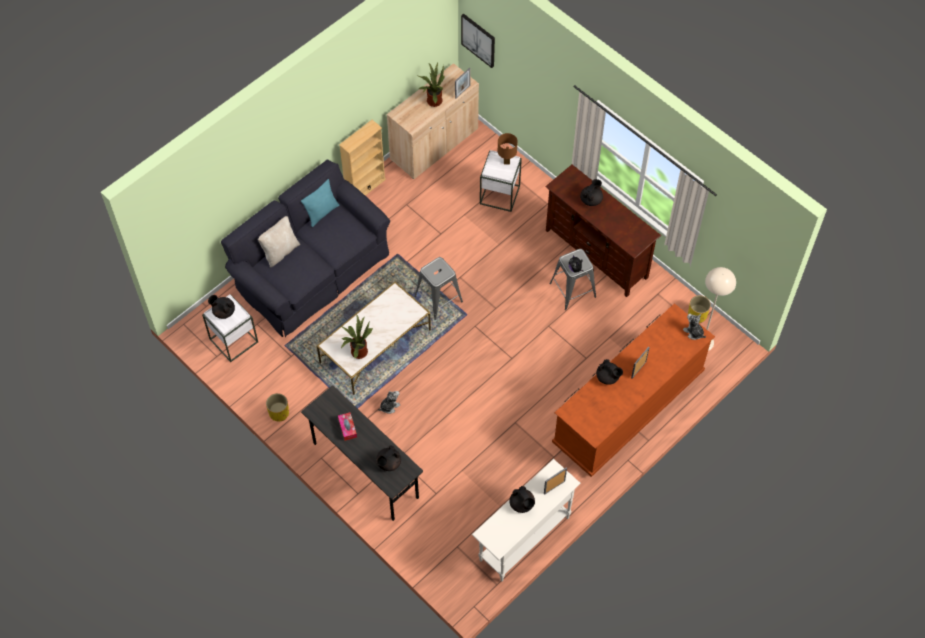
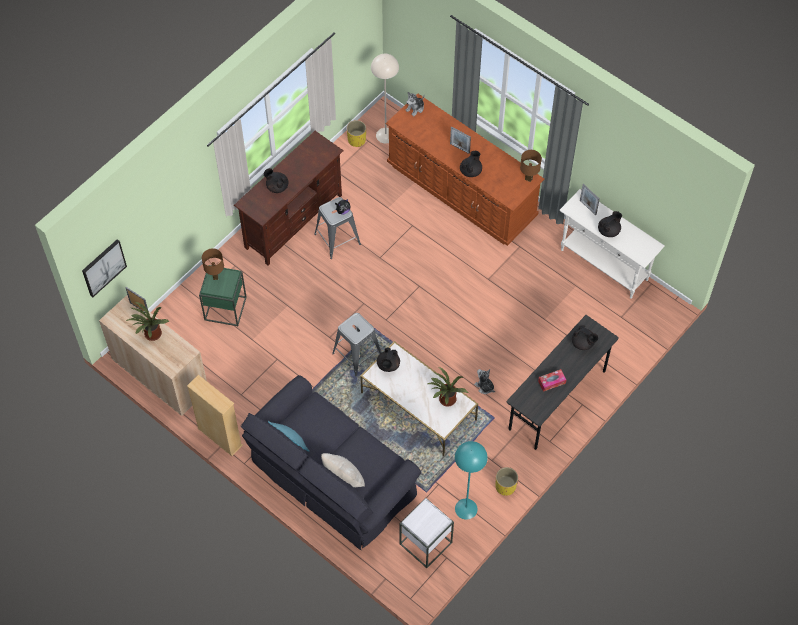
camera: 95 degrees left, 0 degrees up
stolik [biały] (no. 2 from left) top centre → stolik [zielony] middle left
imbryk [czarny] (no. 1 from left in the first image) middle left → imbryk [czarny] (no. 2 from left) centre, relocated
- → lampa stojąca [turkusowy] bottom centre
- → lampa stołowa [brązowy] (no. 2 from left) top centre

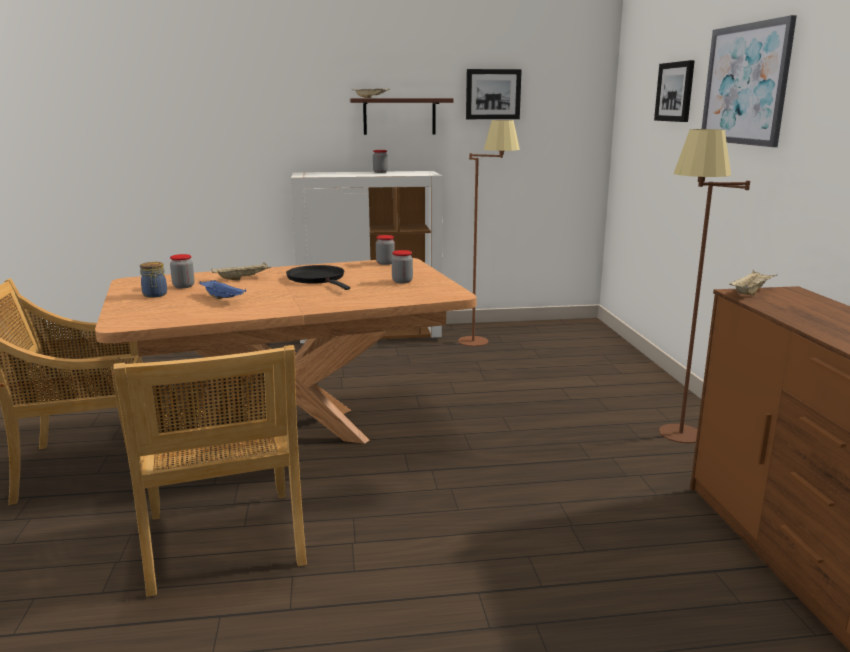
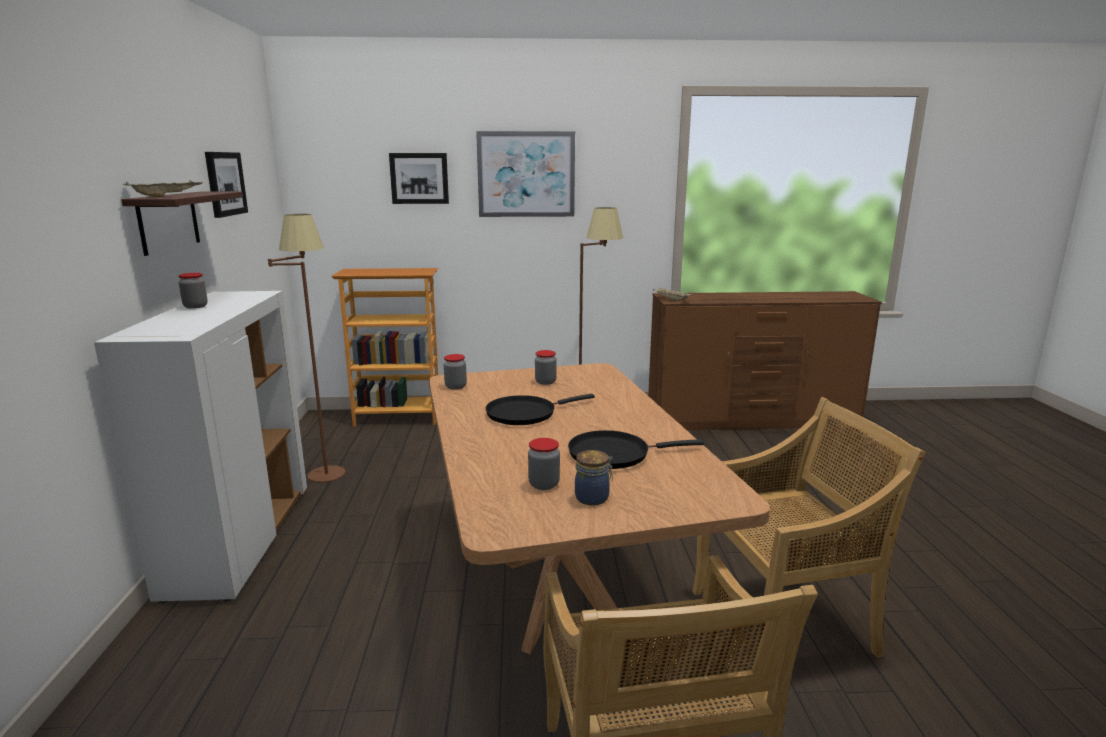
camera: 85 degrees left, 0 degrees up
- → regał centre
taca [niebieski] middle left → patelnia [czarny] (no. 2 from left) centre
taca [beżowy] (no. 1 from left) middle left → -

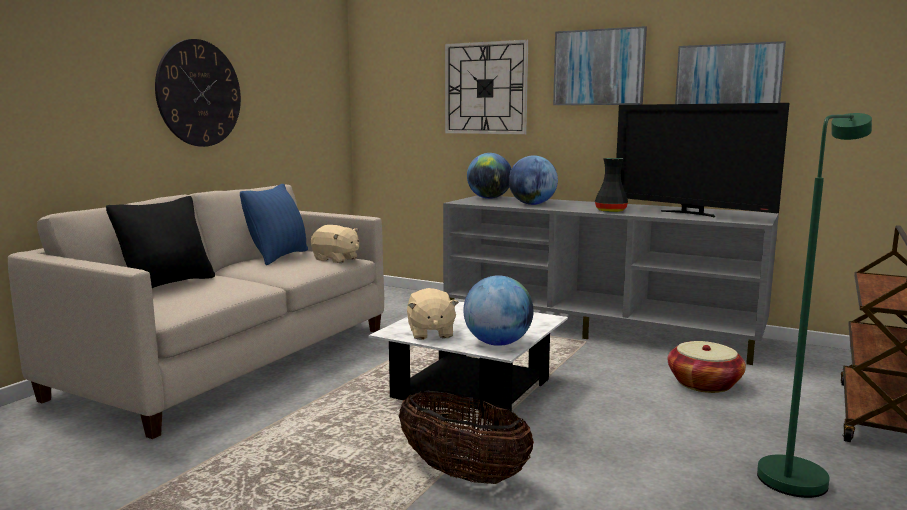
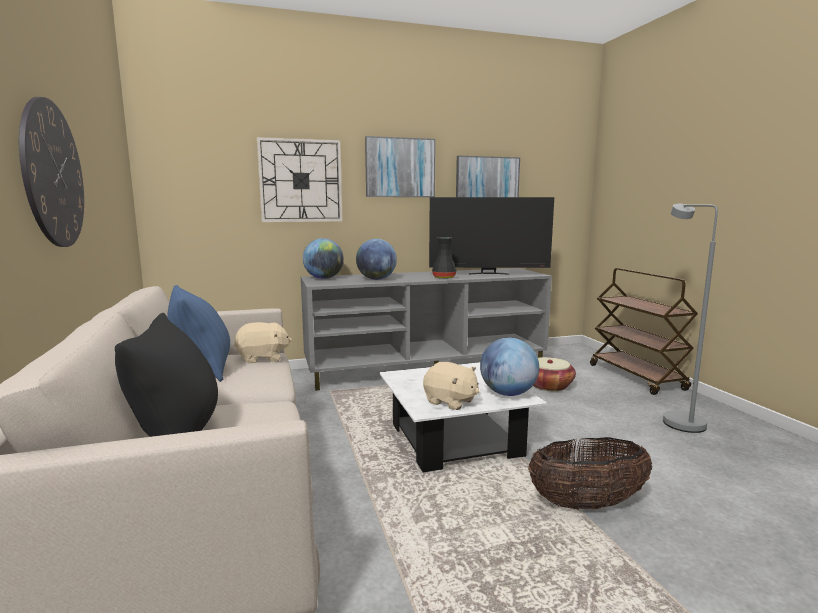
camera: 45 degrees left, 0 degrees up
lampa stojąca [zielony] middle right → lampa stojąca [szary] middle right

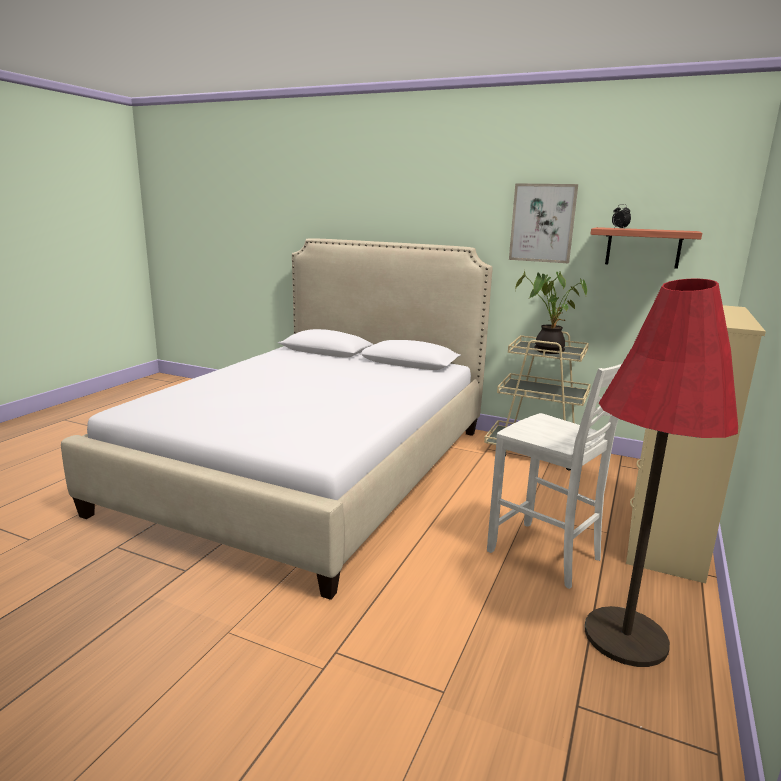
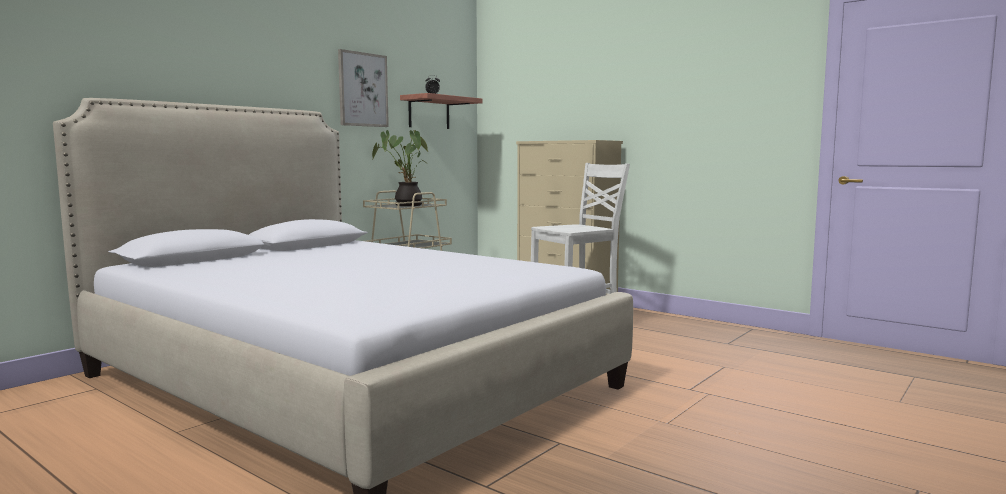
camera: 75 degrees left, 10 degrees down
lampa stojąca [czerwony] middle right → -

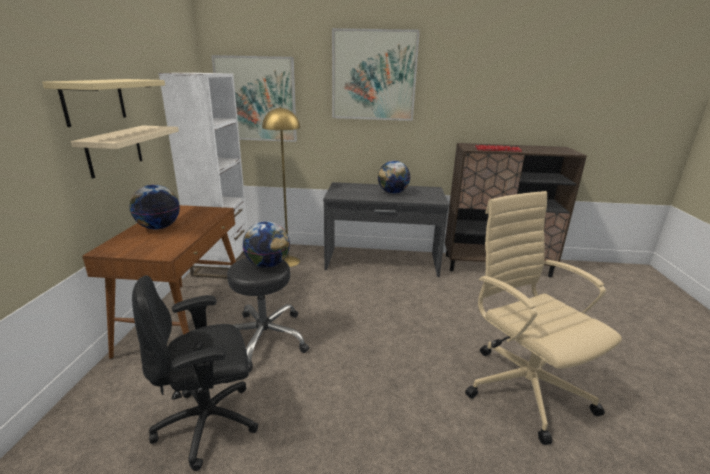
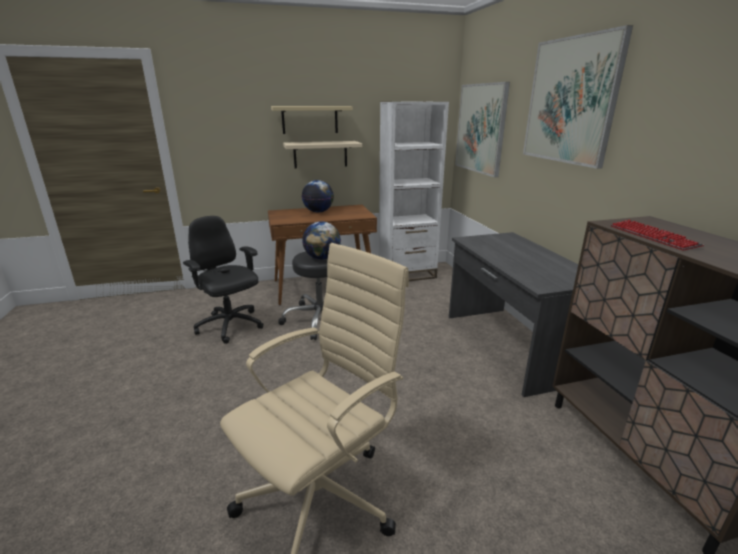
camera: 70 degrees right, 0 degrees up
lampa stojąca [żółty] centre → -
globus (no. 3 from left) centre → -

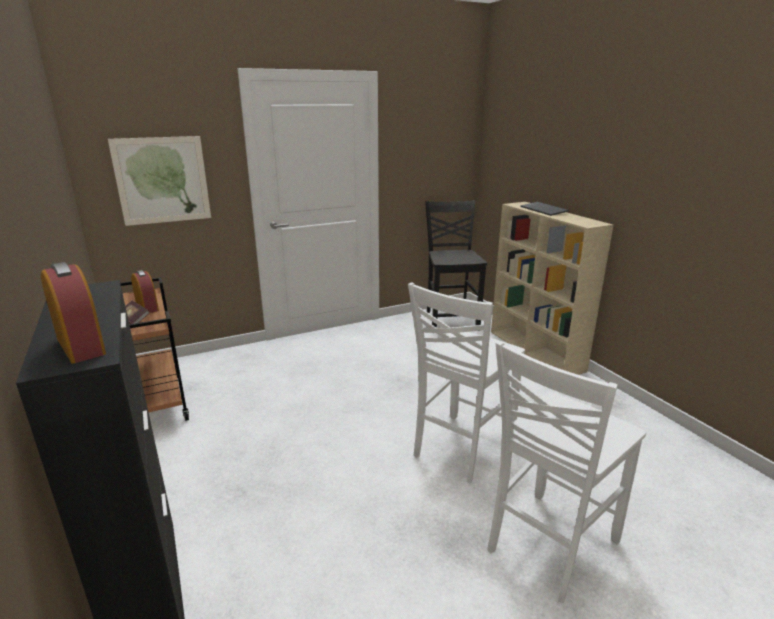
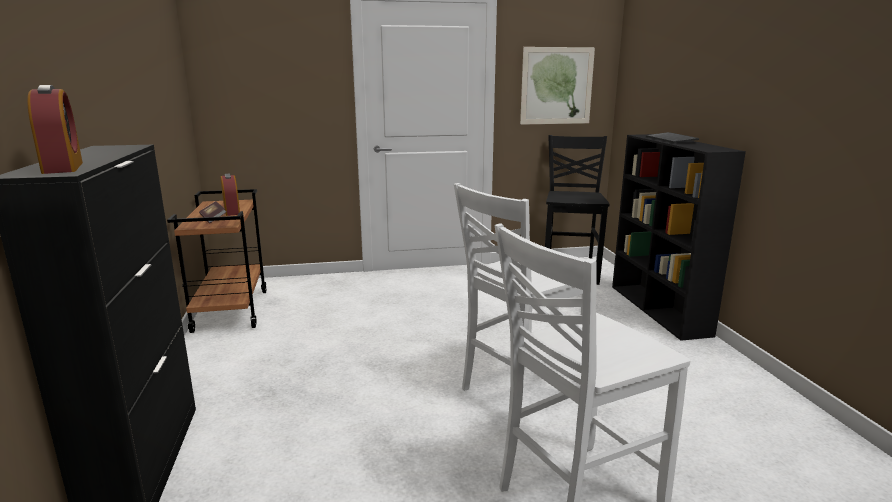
camera: 15 degrees right, 5 degrees down
obraz top left → obraz top centre, relocated
regał [beżowy] middle right → regał [czarny] middle right

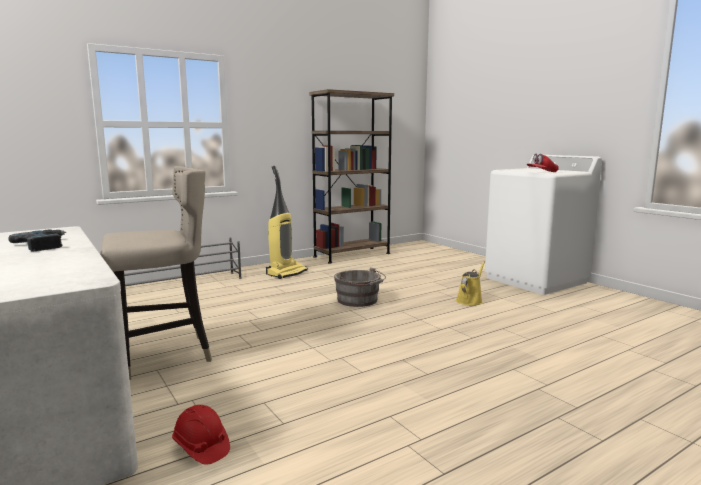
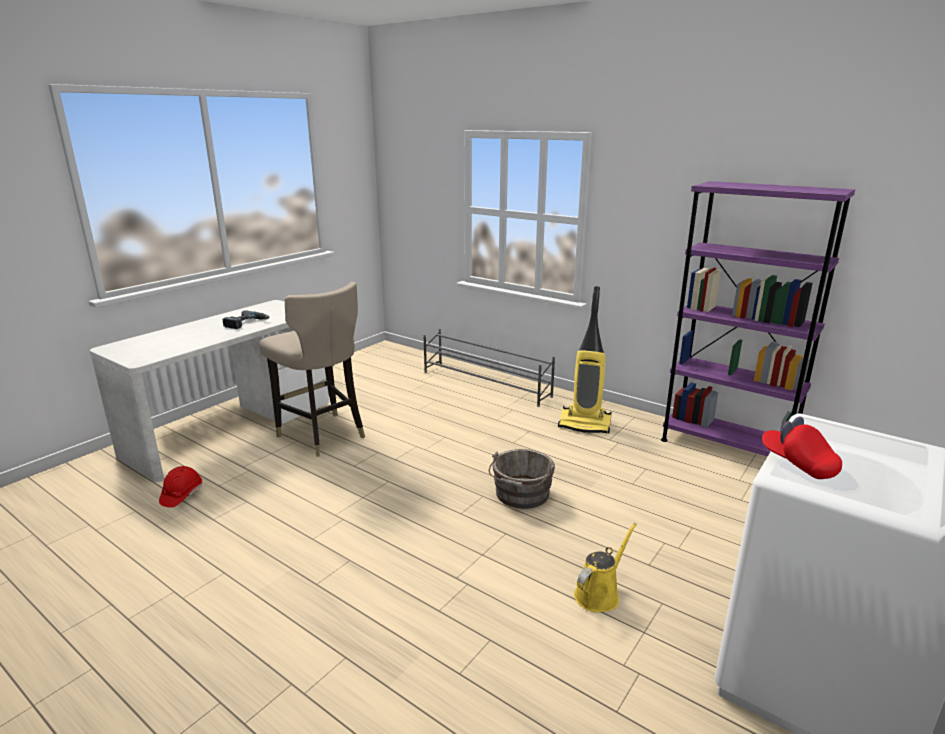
camera: 70 degrees right, 10 degrees up
konewka [żółty] middle right → konewka [żółty] bottom centre, 60 degrees counterclockwise
regał [brązowy] centre → regał [fioletowy] middle right

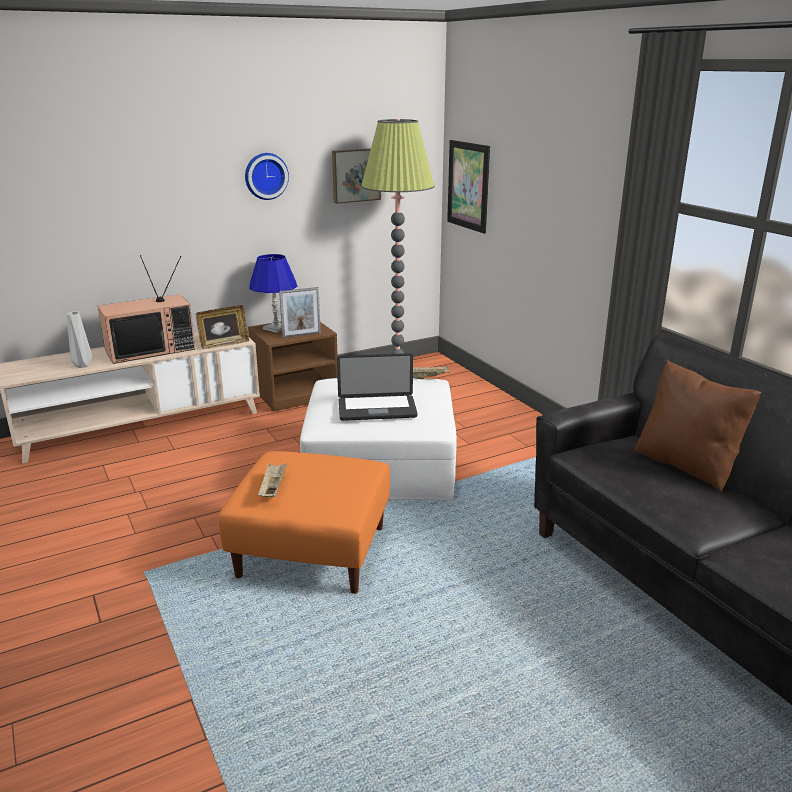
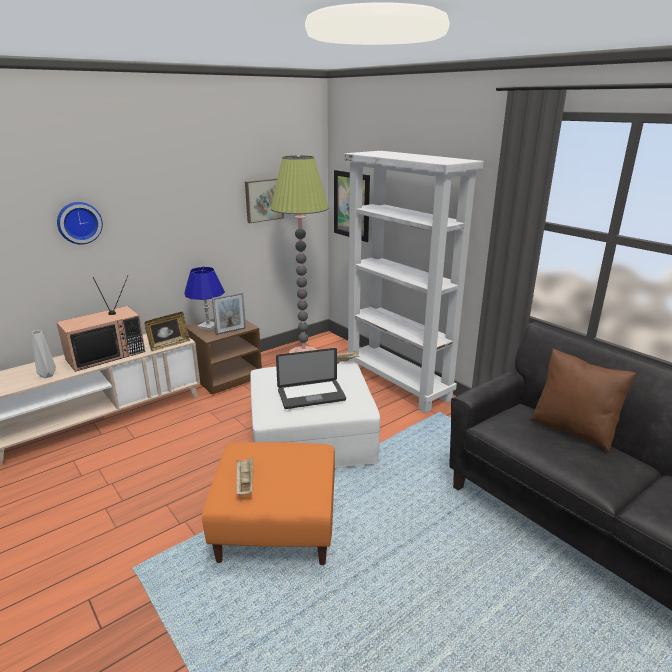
camera: 10 degrees left, 0 degrees up
zegar ścienny top centre → zegar ścienny top left, relocated
- → regał [biały] centre

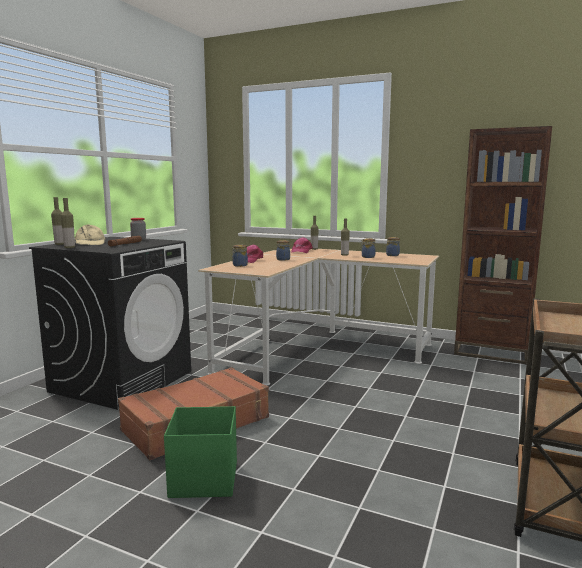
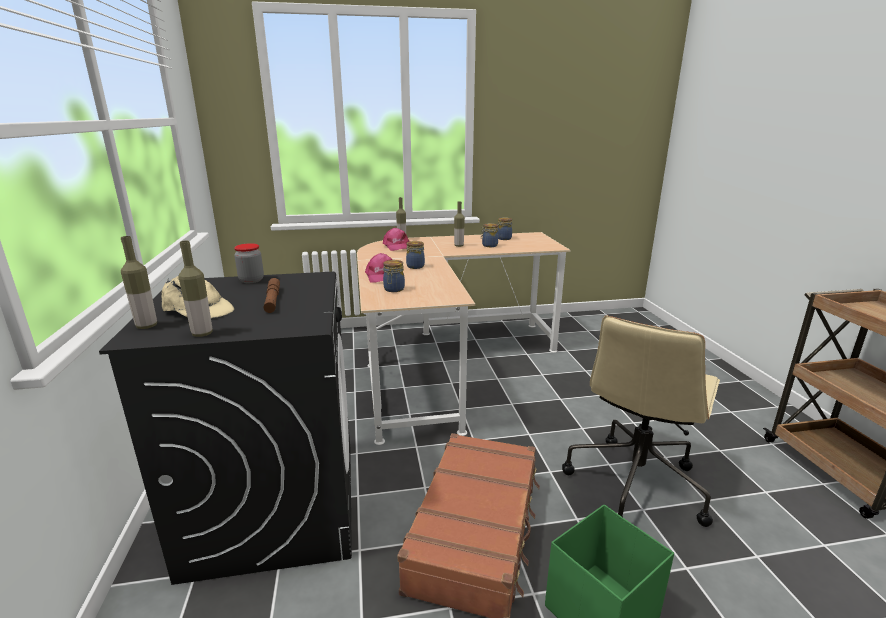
camera: 35 degrees left, 10 degrees up
- → krzesło biurowe [beżowy] bottom right
regał [brązowy] middle right → -

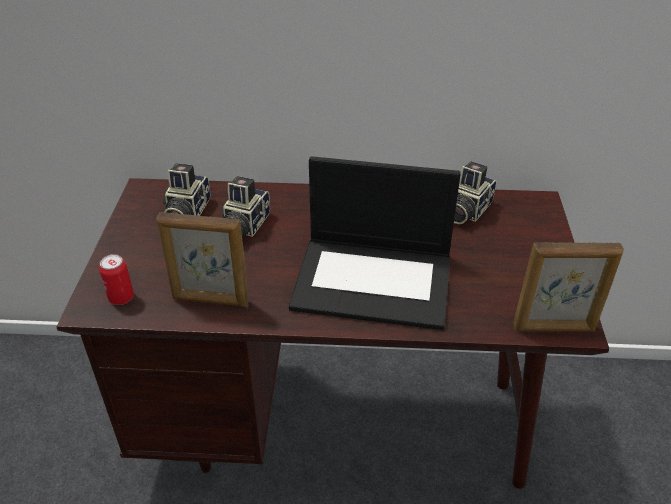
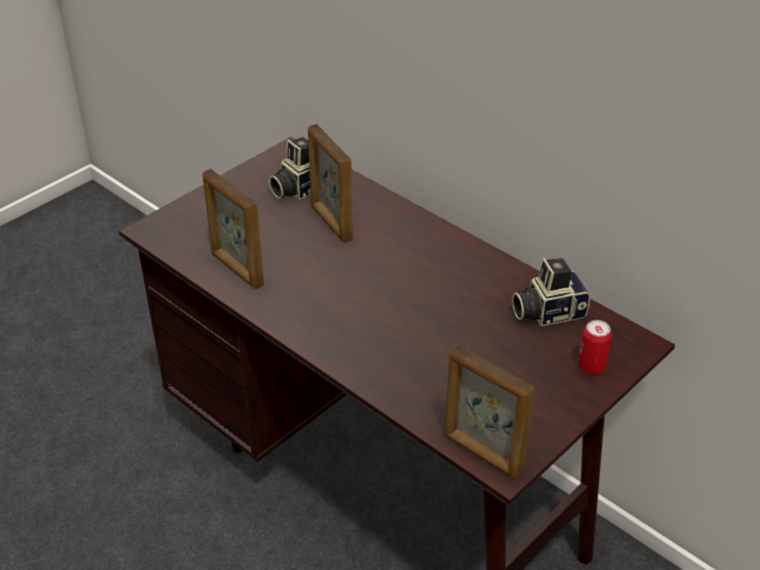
camera: 40 degrees right, 0 degrees up
aparat fotograficzny (no. 2 from left) centre → ramka na zdjęcie (no. 2 from left) top centre
puszka middle left → puszka middle right, relocated
laptop centre → -

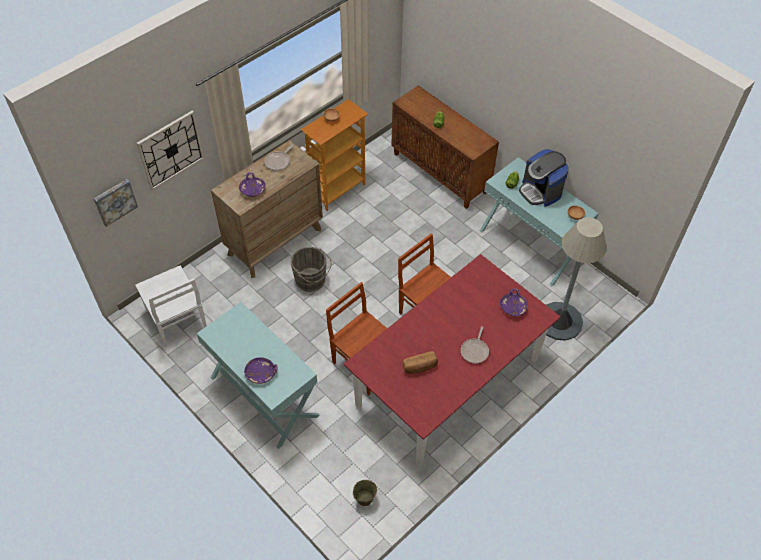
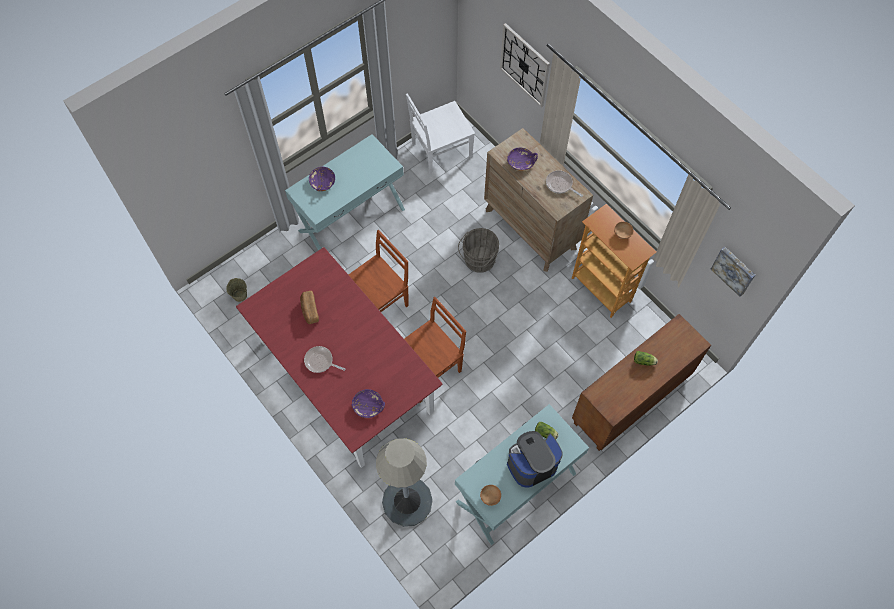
camera: 95 degrees right, 10 degrees up
obraz middle left → obraz middle right, relocated

